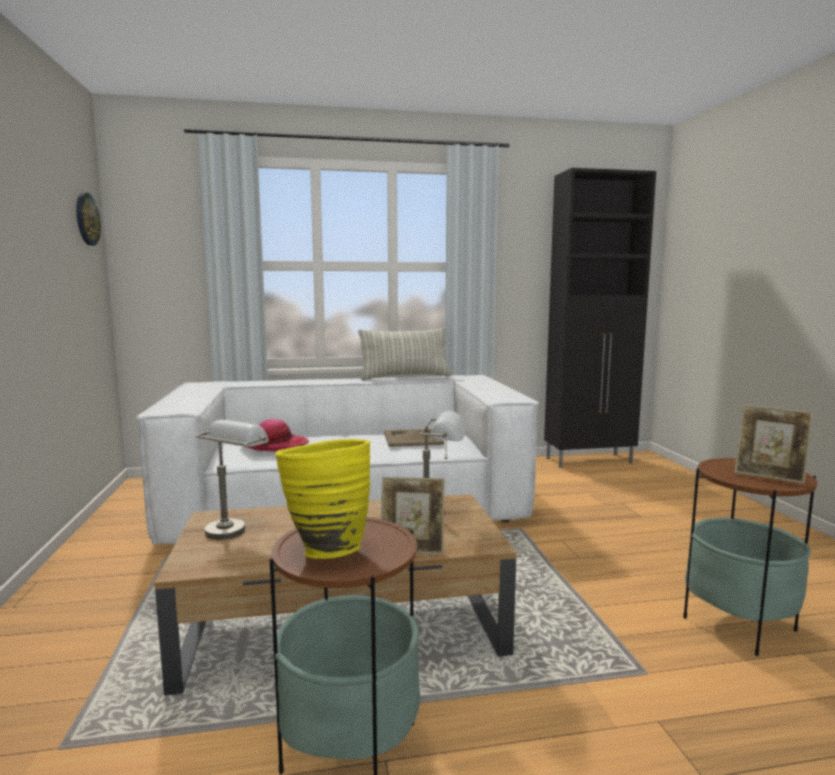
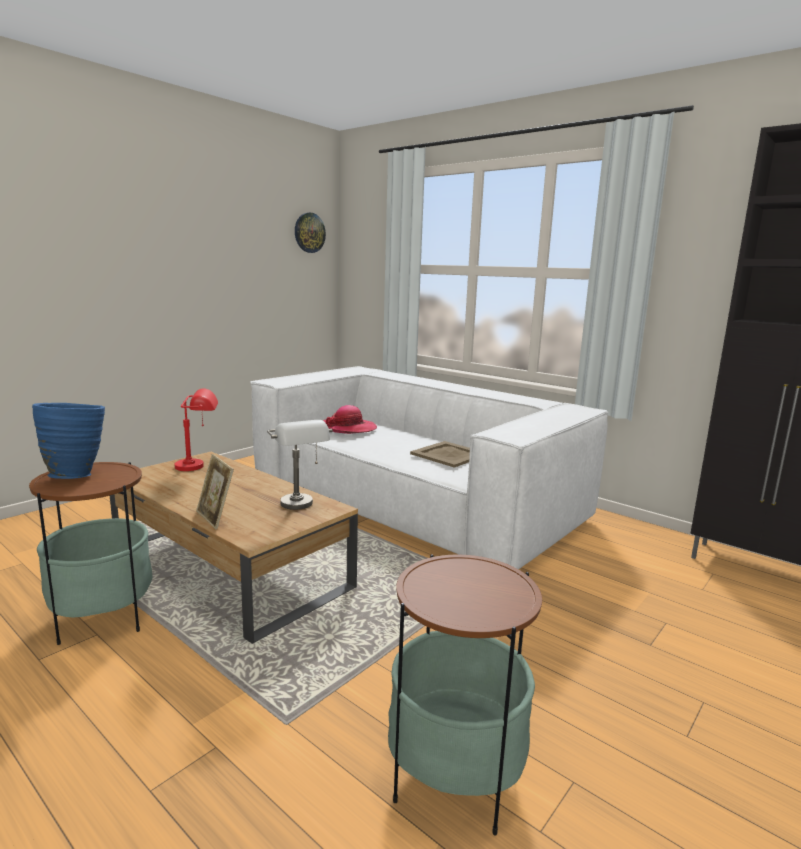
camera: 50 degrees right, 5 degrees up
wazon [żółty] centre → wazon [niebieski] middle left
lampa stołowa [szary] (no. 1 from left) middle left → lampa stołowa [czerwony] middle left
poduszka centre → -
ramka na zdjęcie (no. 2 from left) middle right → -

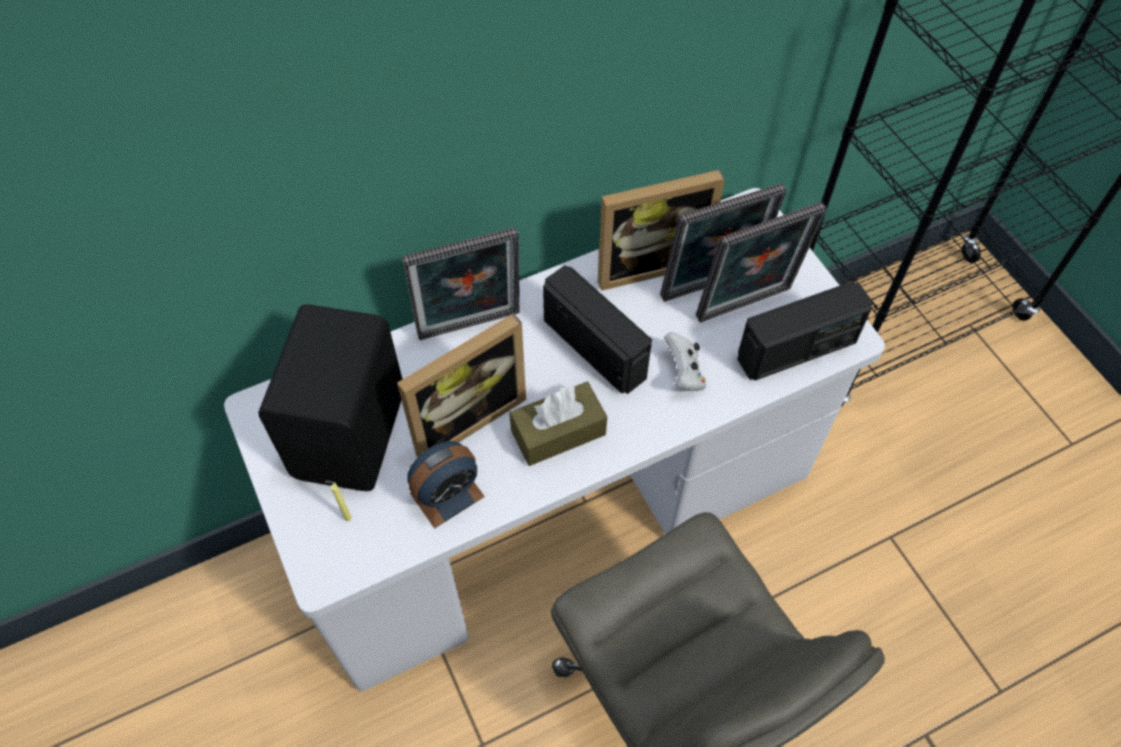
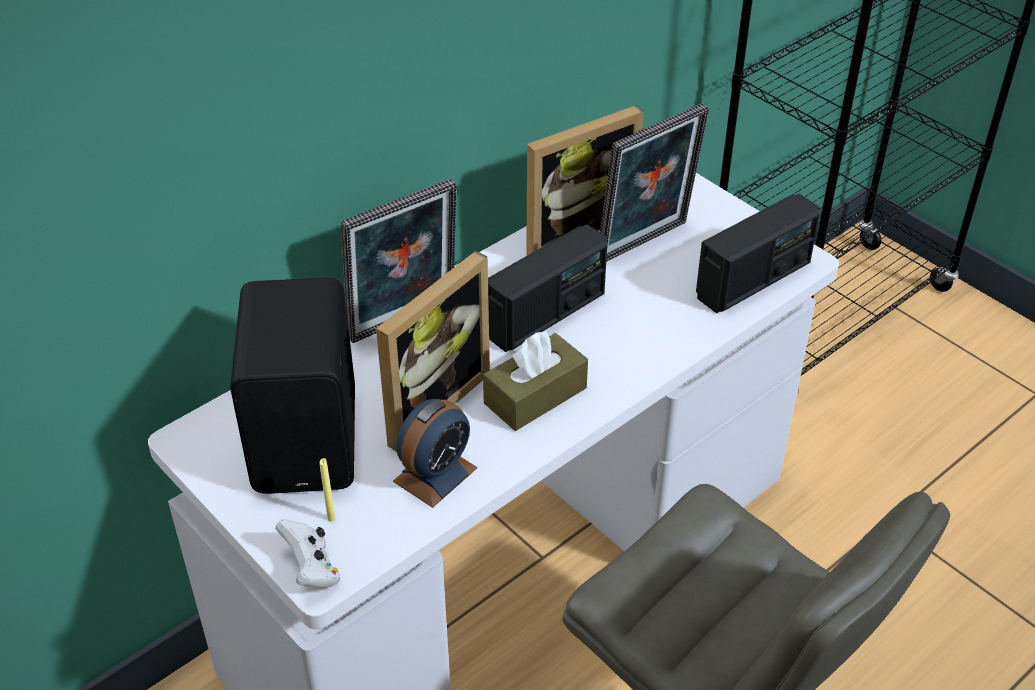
camera: 15 degrees left, 15 degrees down
pad do gier [biały] centre → pad do gier [biały] bottom left, relocated
radio (no. 1 from left) centre, 105 degrees clockwise
ramka na zdjęcie (no. 5 from left) middle right → -

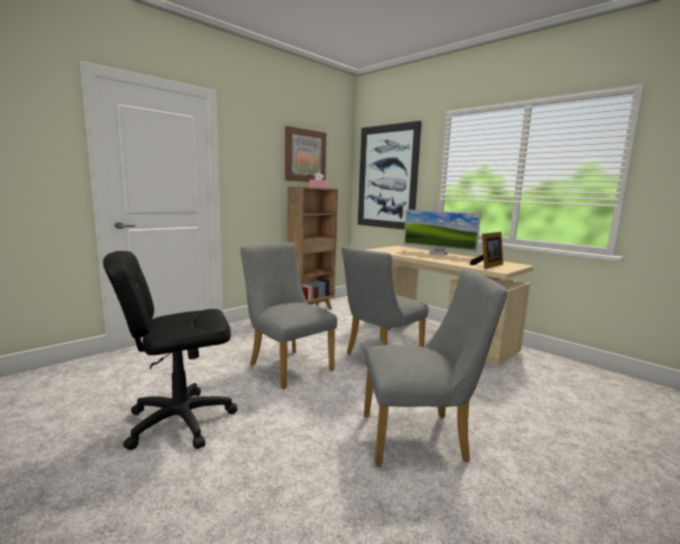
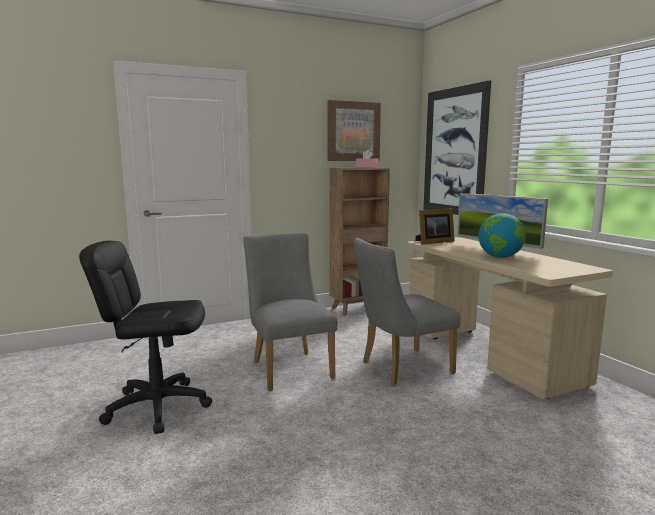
camera: 20 degrees right, 0 degrees up
ramka na zdjęcie middle right → ramka na zdjęcie centre, relocated
- → globus middle right
krzesło [szary] (no. 3 from left) bottom centre → -

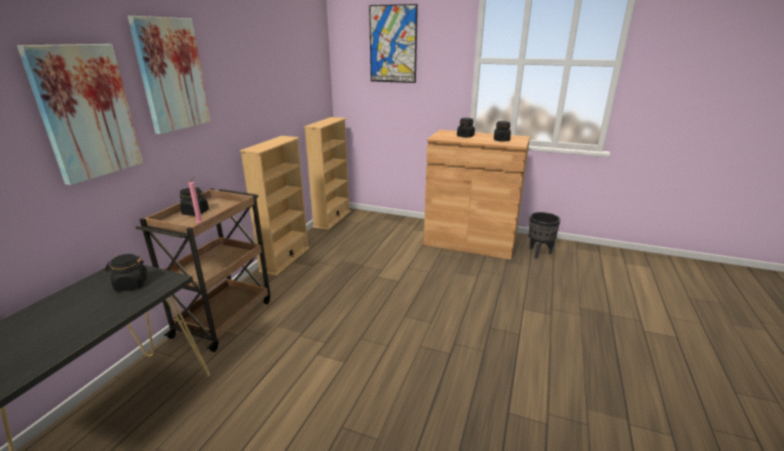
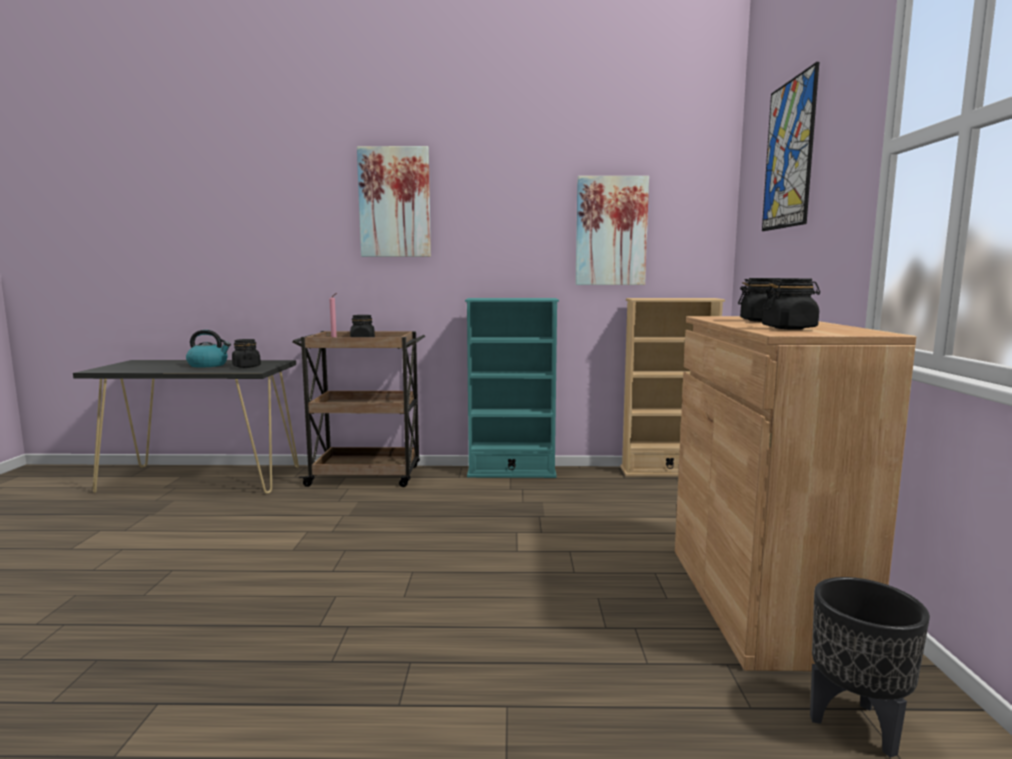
camera: 70 degrees right, 15 degrees down
- → czajnik middle left
regał [beżowy] (no. 1 from left) centre → regał [turkusowy] centre
obraz (no. 1 from left in the first image) top left → obraz (no. 2 from left) top centre, relocated

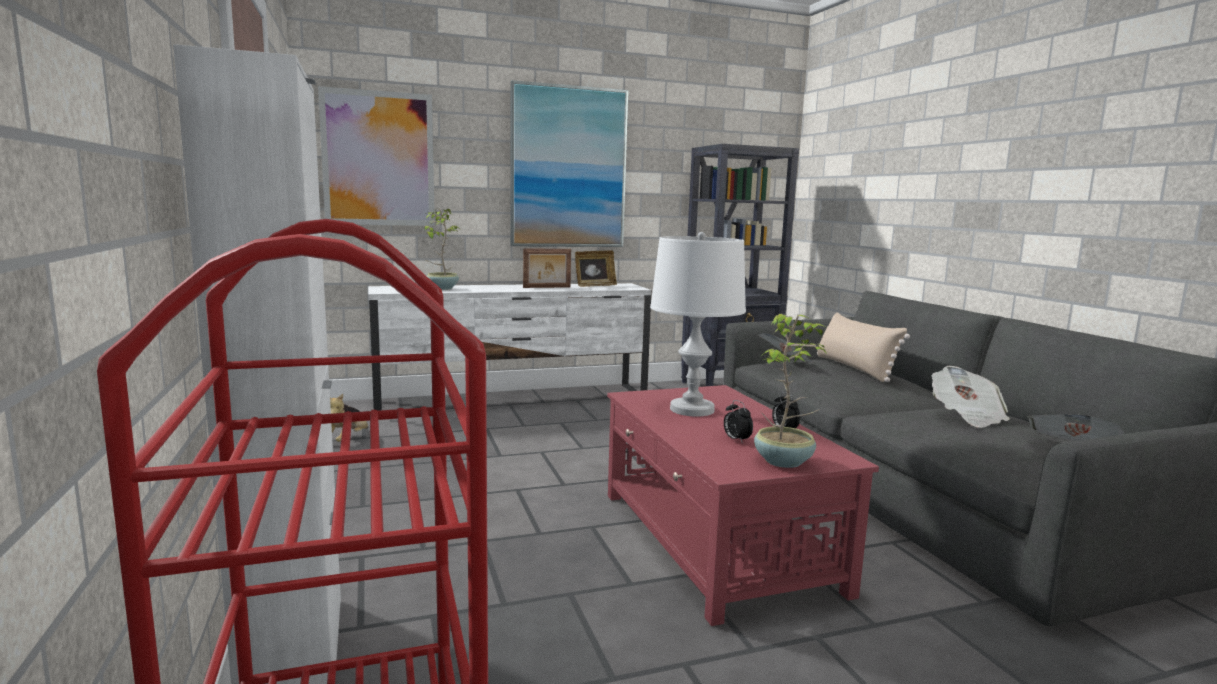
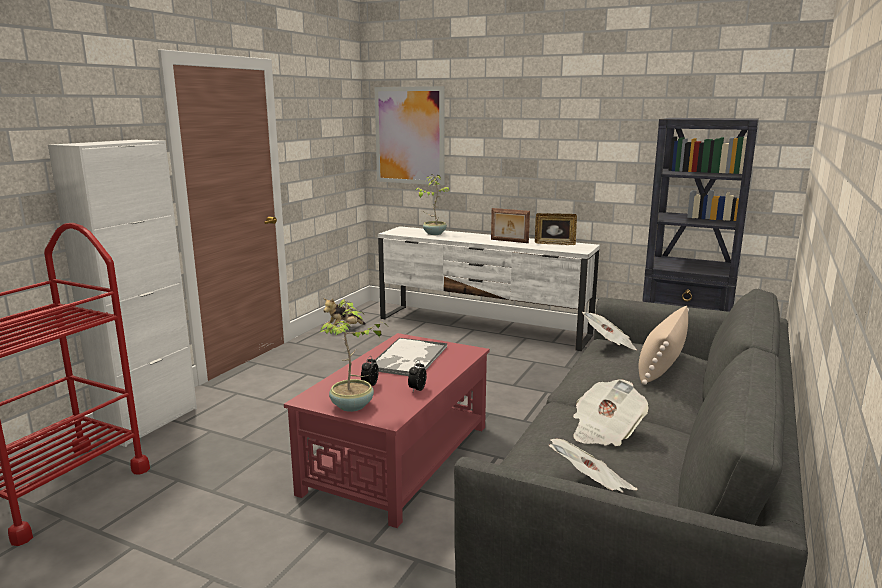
camera: 45 degrees right, 5 degrees up
lampa stołowa [biały] centre → taca centre
obraz (no. 2 from left) top centre → -

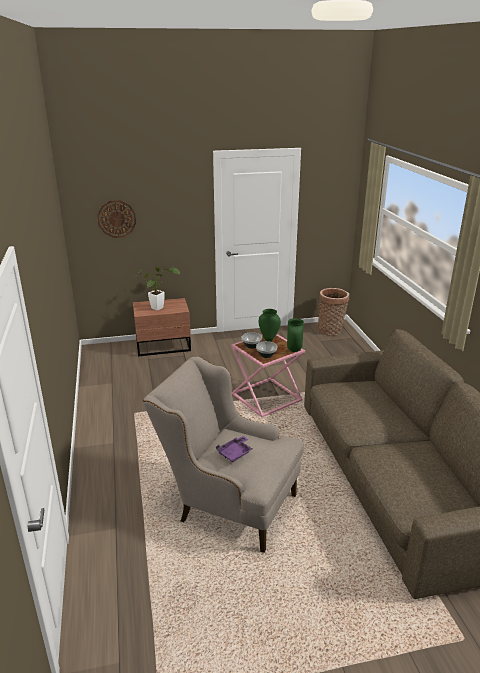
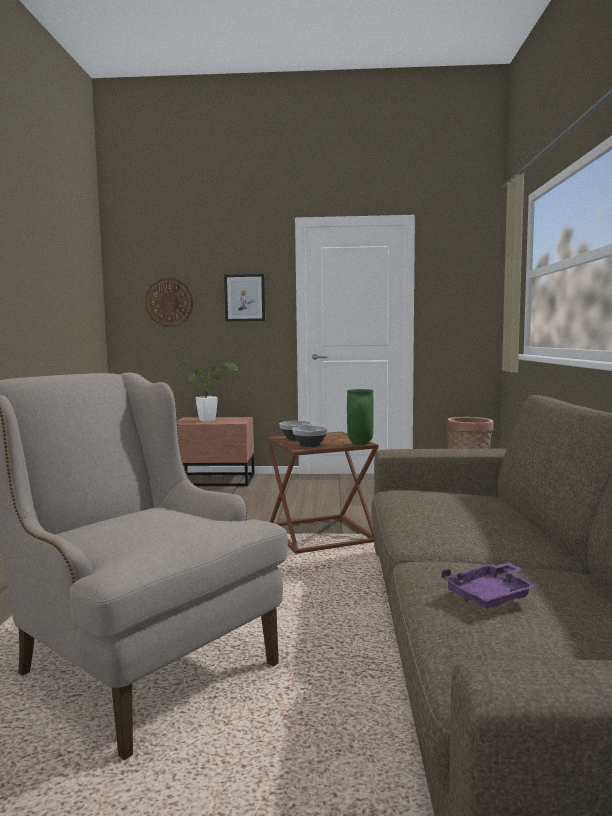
camera: 15 degrees right, 20 degrees down
- → obraz centre
stolik [różowy] centre → stolik [brązowy] centre
taca [fioletowy] bottom centre → taca [fioletowy] bottom right, relocated
wazon [zielony] (no. 1 from left) centre → -

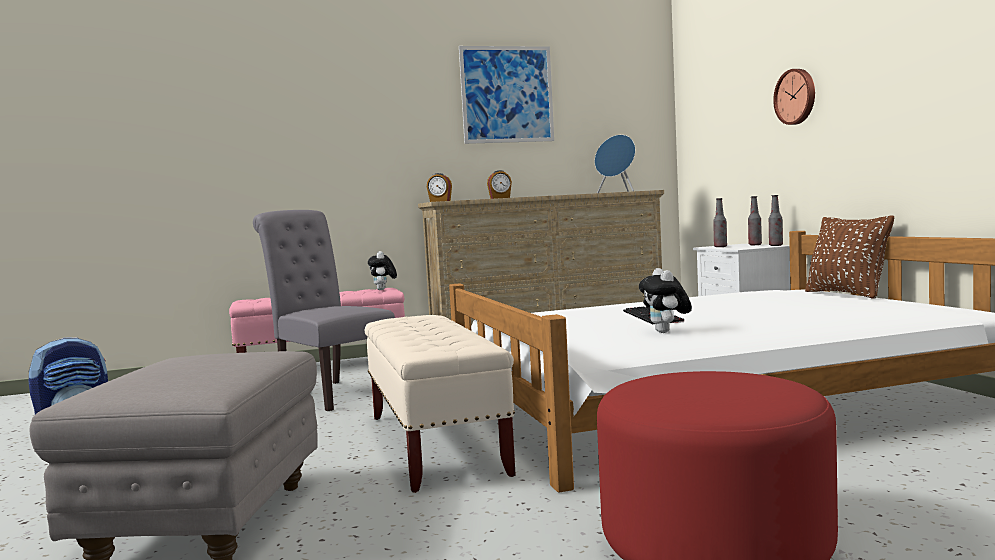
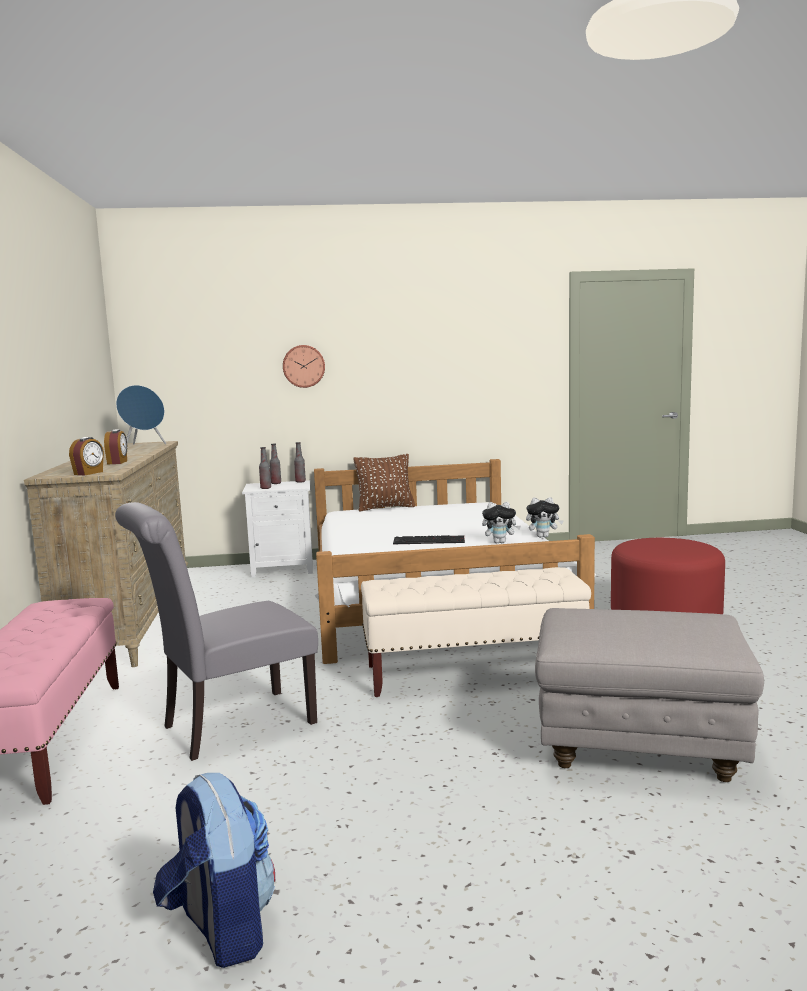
camera: 80 degrees left, 5 degrees up
pluszak (no. 1 from left in the first image) centre → pluszak (no. 2 from left) middle right, relocated
obraz top centre → -

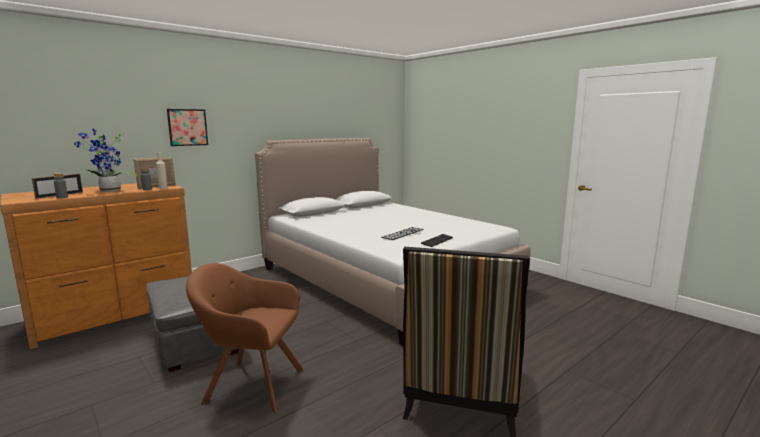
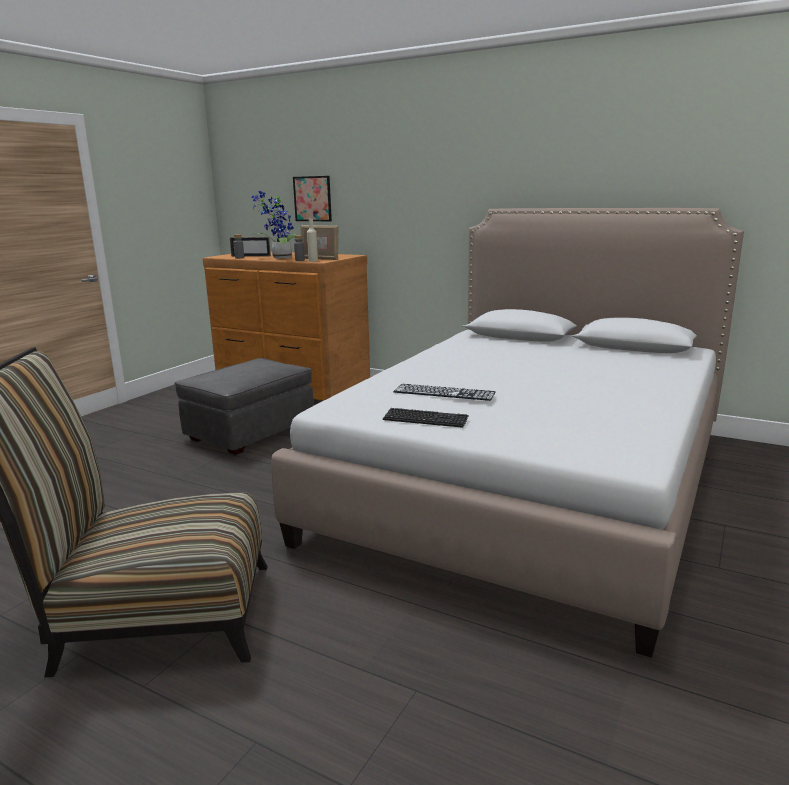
camera: 70 degrees right, 5 degrees up
obraz top left → obraz top centre, relocated
fotel [brązowy] bottom left → -

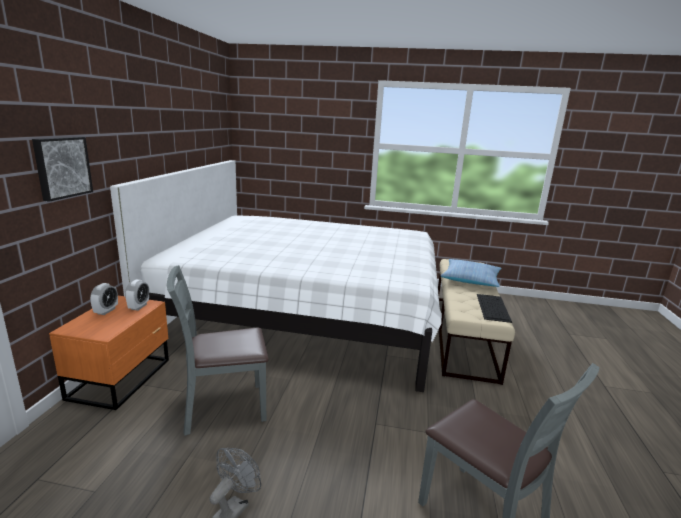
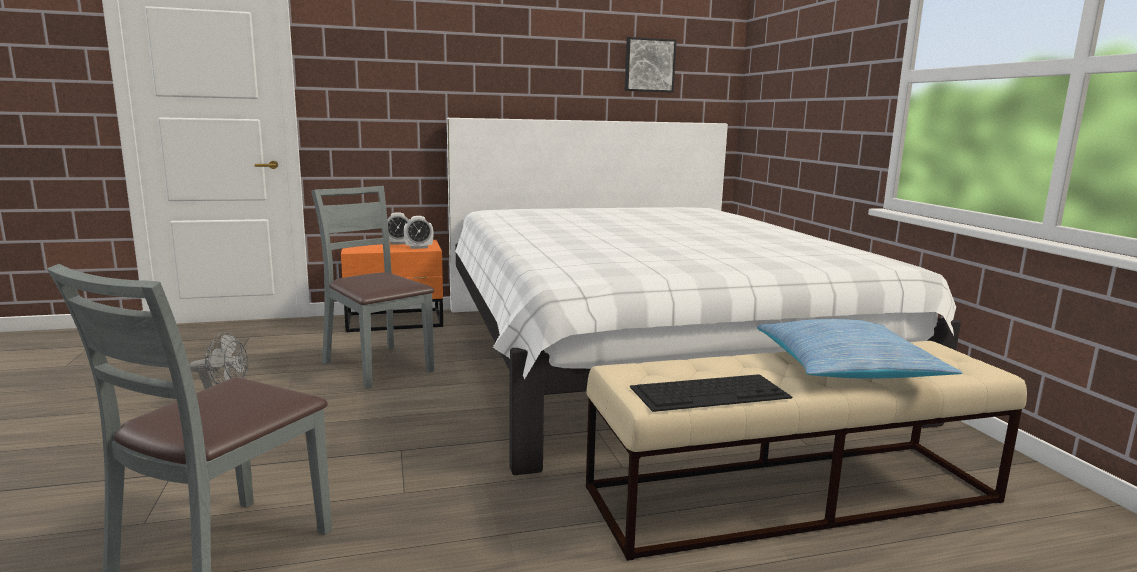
camera: 65 degrees right, 5 degrees down
obraz top left → obraz top centre, relocated

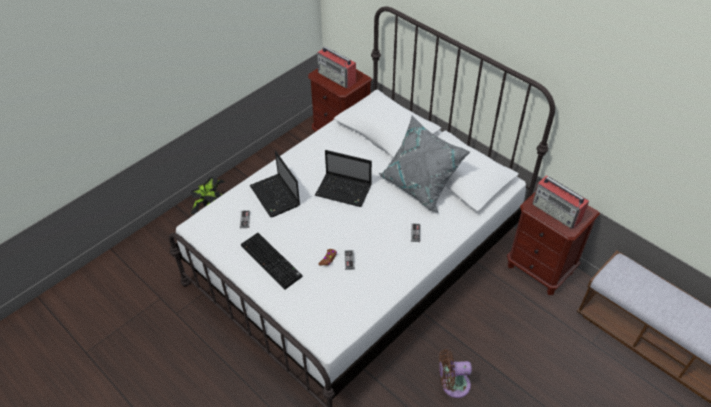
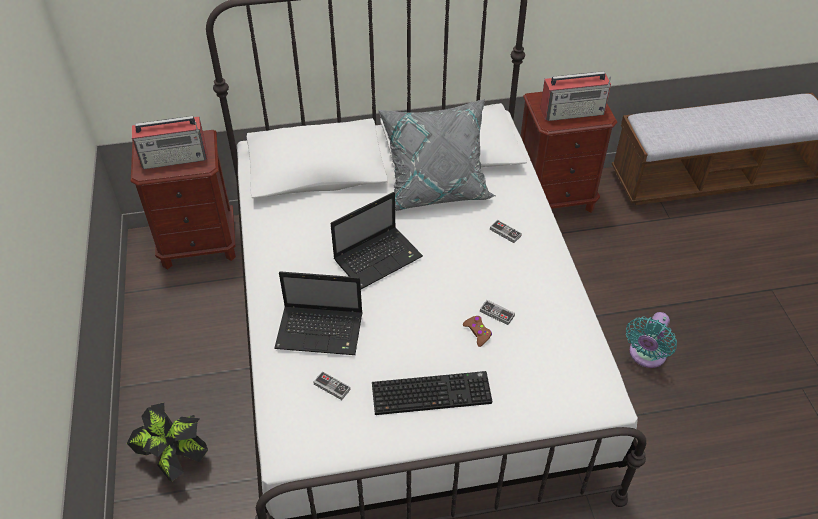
camera: 55 degrees left, 0 degrees up
wentylator [brązowy] bottom centre → wentylator [turkusowy] middle right

